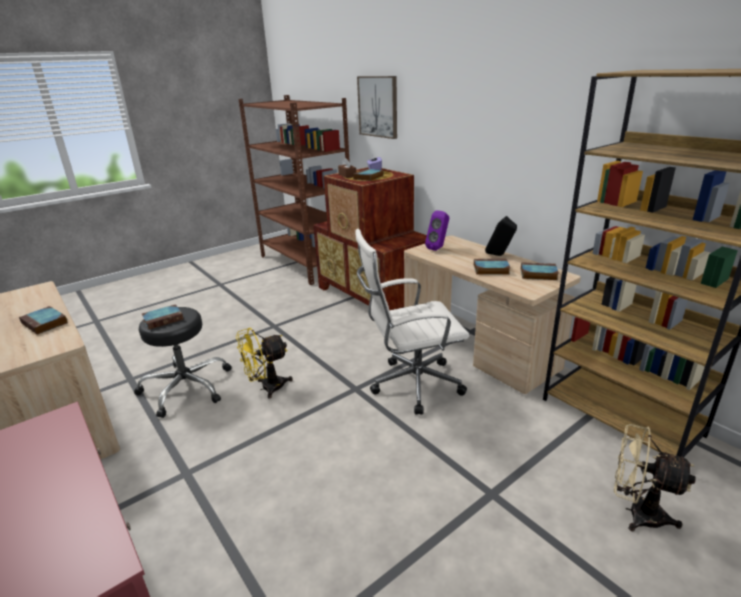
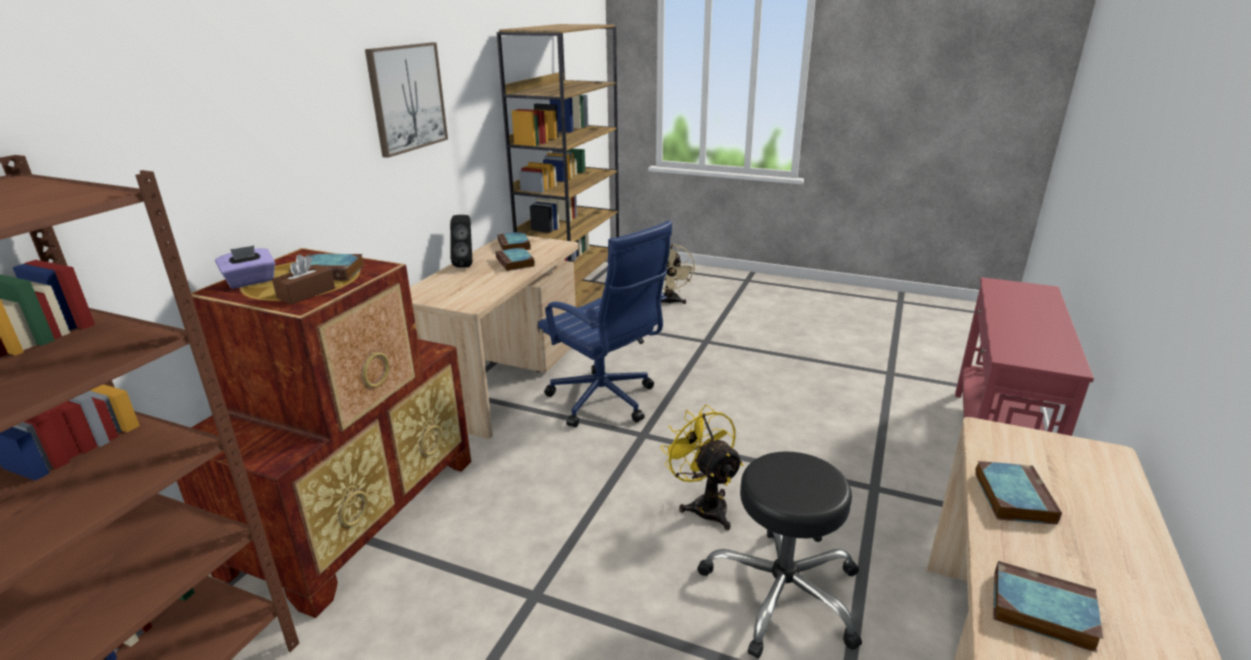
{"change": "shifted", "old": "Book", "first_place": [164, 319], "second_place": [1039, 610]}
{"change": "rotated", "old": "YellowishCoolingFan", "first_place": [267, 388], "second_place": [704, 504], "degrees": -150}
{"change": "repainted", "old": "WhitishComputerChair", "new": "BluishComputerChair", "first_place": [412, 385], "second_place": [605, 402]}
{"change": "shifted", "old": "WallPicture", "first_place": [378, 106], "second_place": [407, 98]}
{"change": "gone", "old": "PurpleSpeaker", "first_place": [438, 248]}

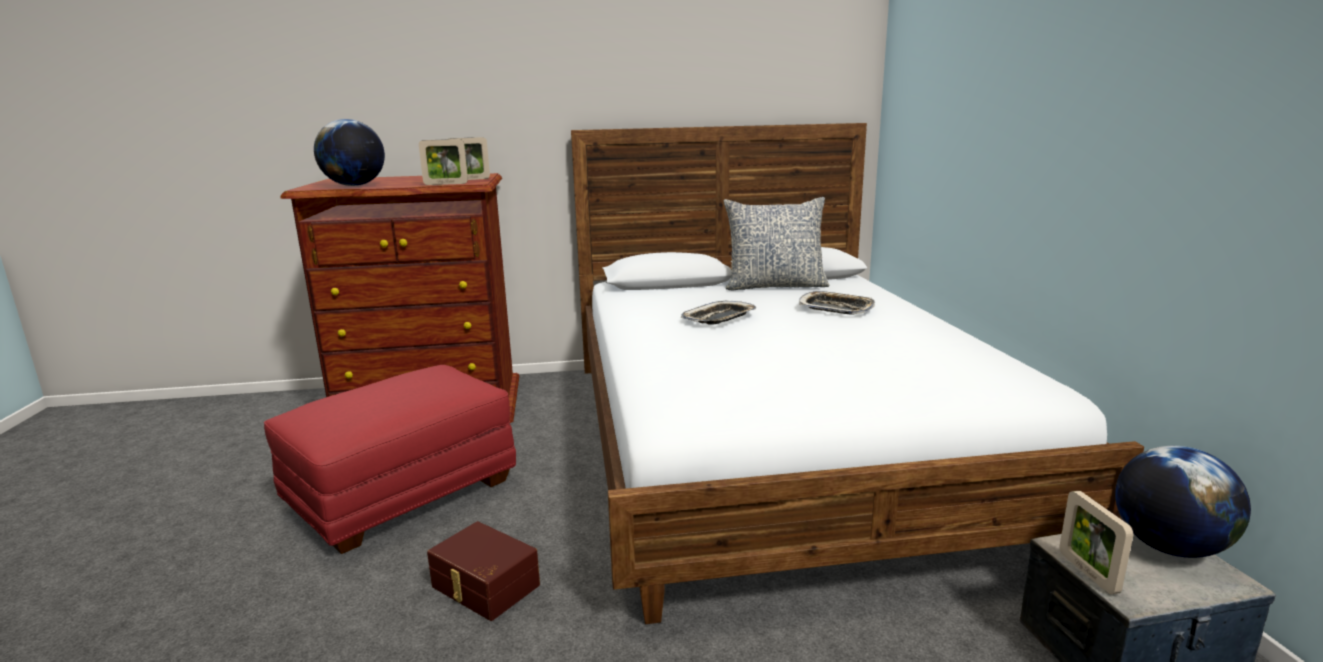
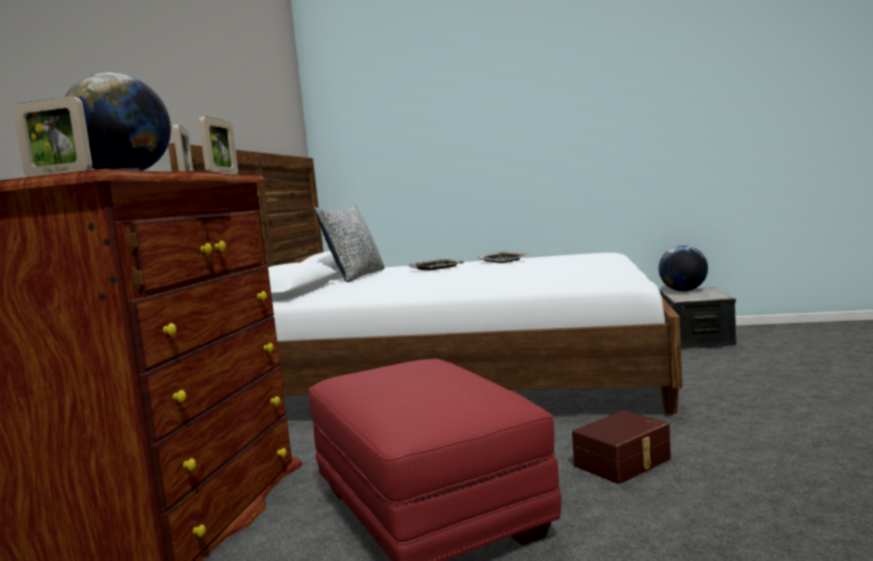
{"change": "shifted", "old": "CarryingTray", "first_place": [719, 318], "second_place": [502, 261]}
{"change": "shifted", "old": "PictureFrame", "first_place": [1088, 573], "second_place": [58, 174]}

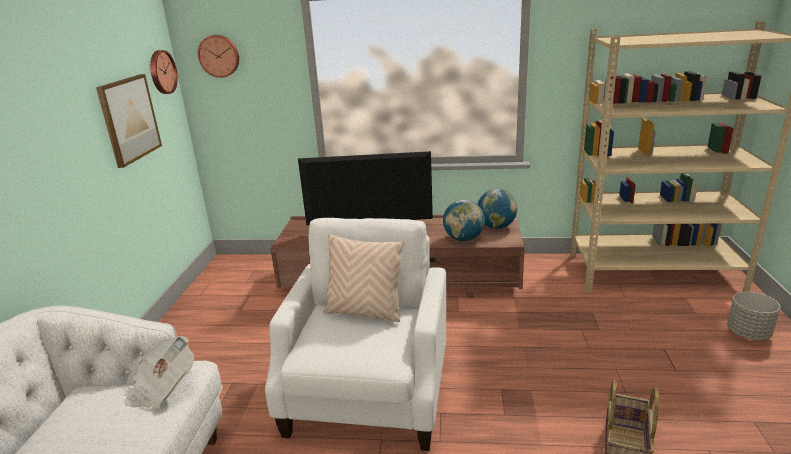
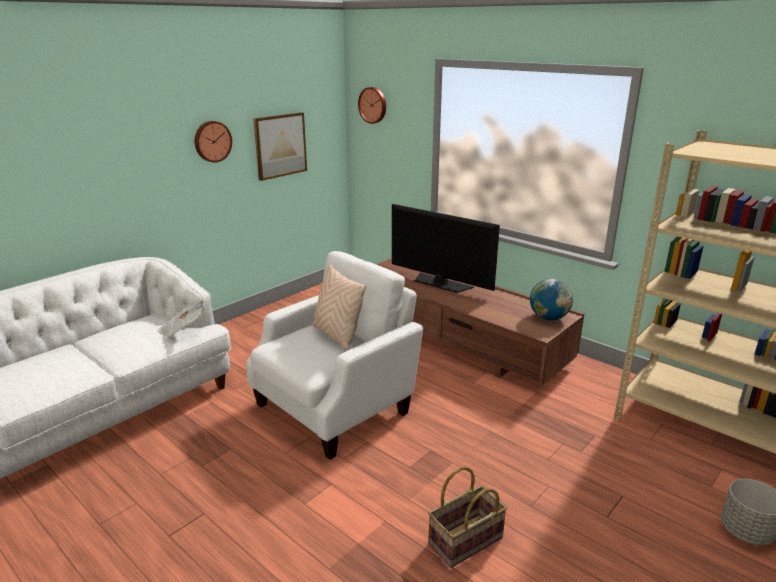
{"change": "shifted", "old": "WallClock", "first_place": [161, 72], "second_place": [212, 141]}
{"change": "gone", "old": "Globe", "first_place": [463, 239]}

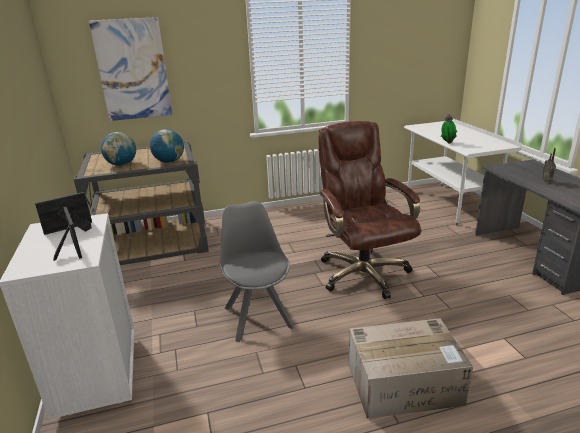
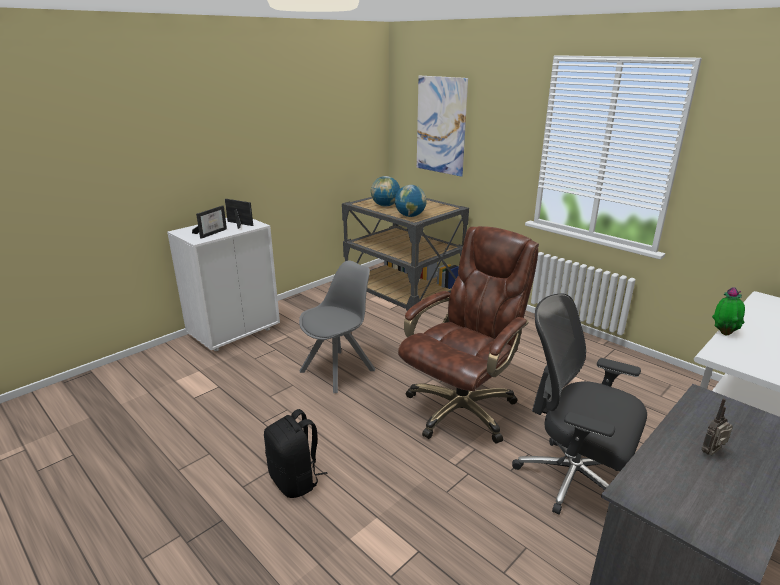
{"change": "swapped", "old": "PackingBox", "new": "BlackRucksack", "first_place": [405, 383], "second_place": [295, 480]}
{"change": "new", "new": "ComputerChair", "second_place": [573, 480]}

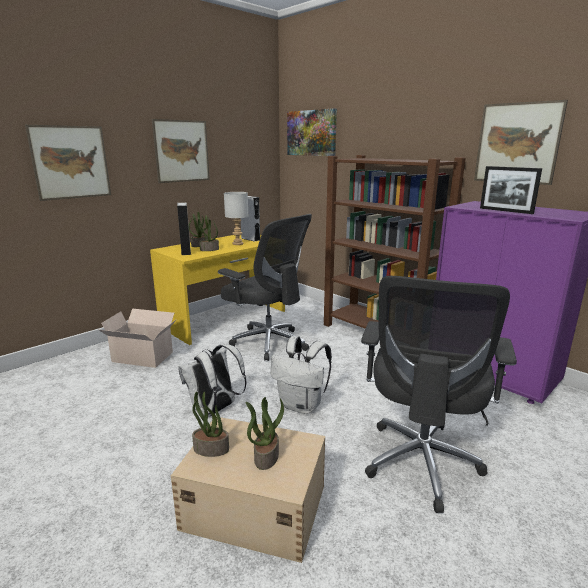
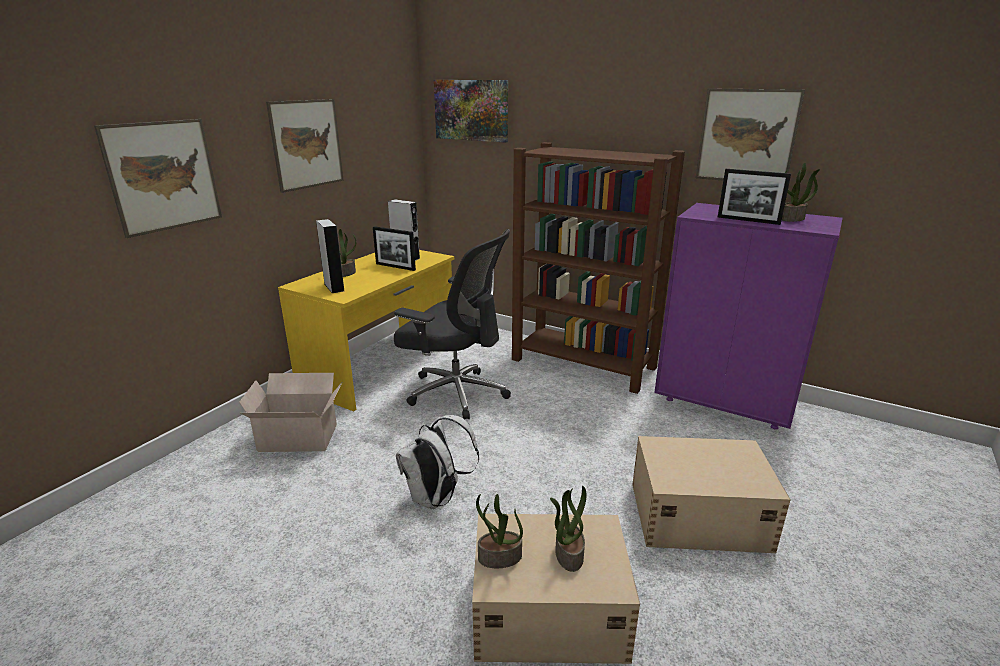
{"change": "shifted", "old": "Houseplant", "first_place": [209, 249], "second_place": [792, 219]}
{"change": "swapped", "old": "GrayTableLamp", "new": "PictureFrame", "first_place": [238, 244], "second_place": [395, 267]}
{"change": "gone", "old": "WhitishRucksack", "first_place": [302, 405]}
{"change": "swapped", "old": "ComputerChair", "new": "SandColouredStorageBin", "first_place": [420, 459], "second_place": [696, 515]}

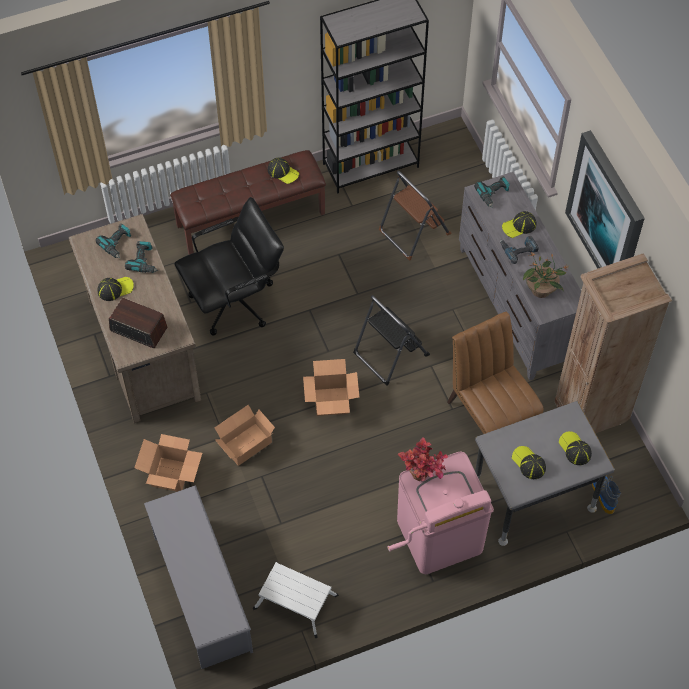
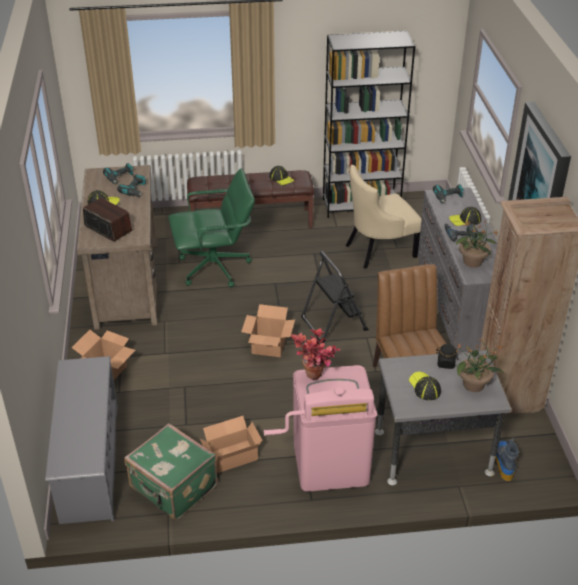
{"change": "repainted", "old": "BlackComputerChair", "new": "GreenComputerChair", "first_place": [234, 301], "second_place": [215, 268]}
{"change": "shifted", "old": "PackingBox", "first_place": [244, 443], "second_place": [230, 455]}
{"change": "swapped", "old": "WhitishStepLadder", "new": "GreenPieceOfLuggage", "first_place": [296, 602], "second_place": [173, 488]}
{"change": "swapped", "old": "BrownStepLadder", "new": "SandColouredPlainChair", "first_place": [412, 232], "second_place": [380, 250]}
{"change": "swapped", "old": "BaseballCap", "new": "Houseplant", "first_place": [575, 449], "second_place": [474, 385]}
{"change": "new", "new": "BlackJar", "second_place": [445, 363]}

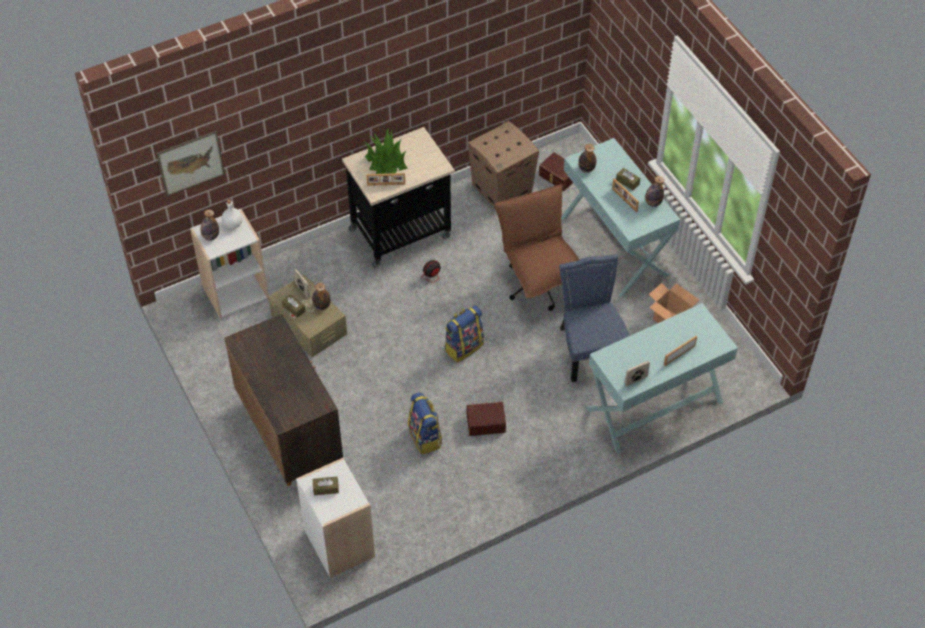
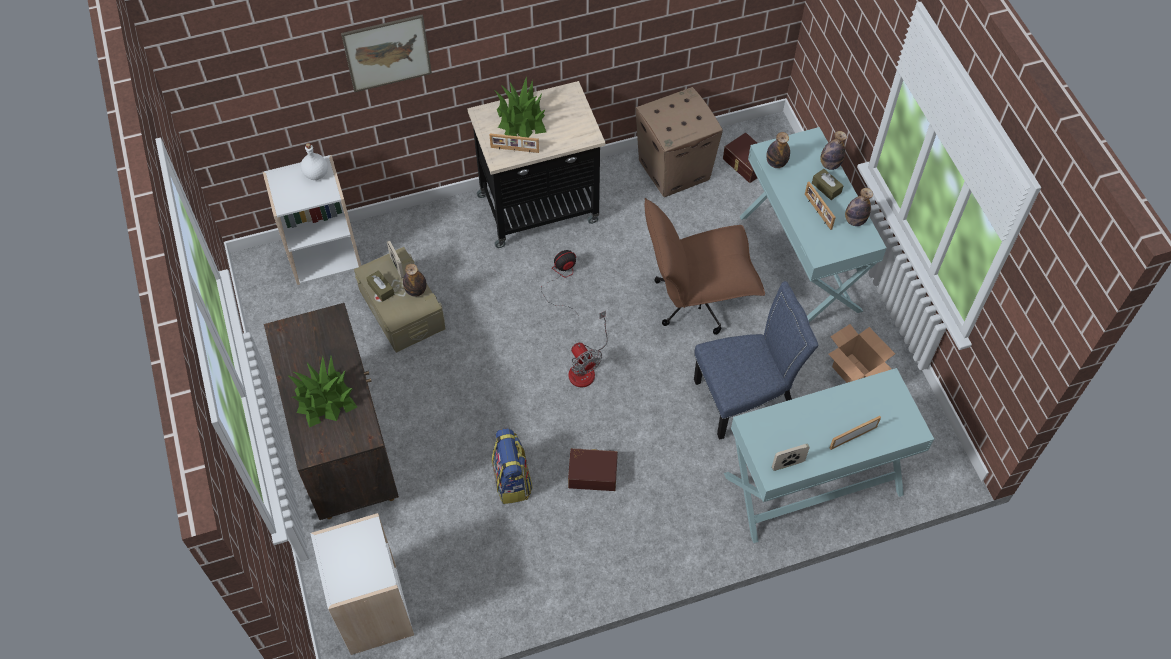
{"change": "shifted", "old": "WallPicture", "first_place": [190, 163], "second_place": [387, 53]}
{"change": "shifted", "old": "DrinkBottle", "first_place": [210, 236], "second_place": [830, 165]}
{"change": "gone", "old": "BrownTissueHolder", "first_place": [326, 488]}
{"change": "swapped", "old": "Rucksack", "new": "CoolingFan", "first_place": [463, 346], "second_place": [585, 367]}
{"change": "rotated", "old": "BrownComputerChair", "first_place": [540, 284], "second_place": [697, 299], "degrees": -90}
{"change": "rotated", "old": "BluishPlainChair", "first_place": [590, 351], "second_place": [743, 398], "degrees": 75}
{"change": "new", "new": "Houseplant", "second_place": [324, 399]}

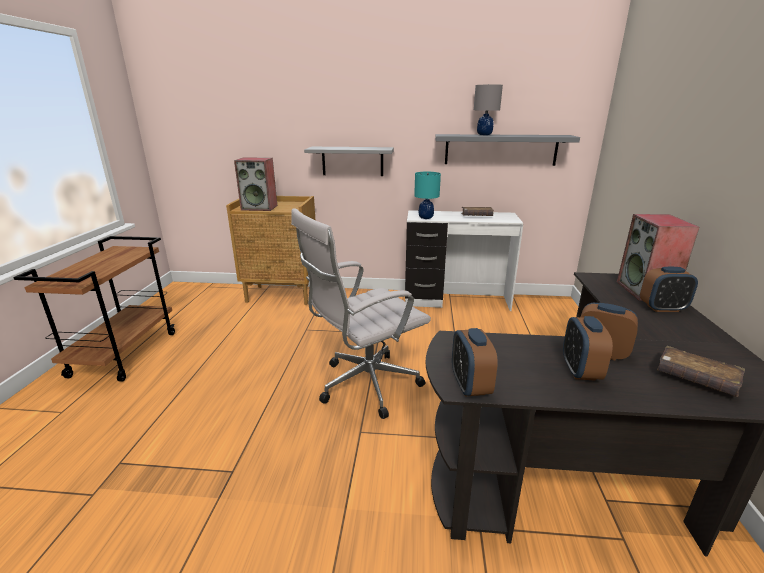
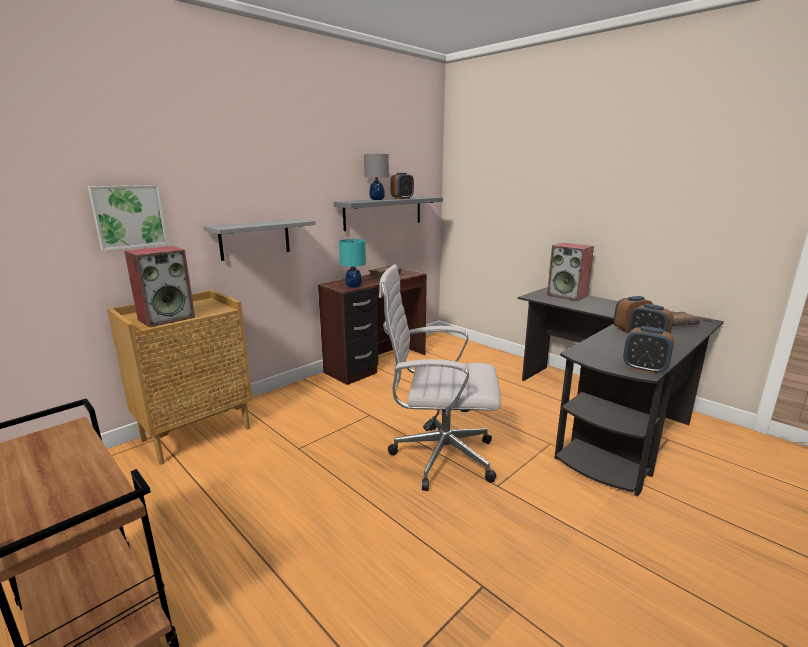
{"change": "rotated", "old": "WhitishComputerChair", "first_place": [364, 386], "second_place": [438, 457], "degrees": 90}
{"change": "repainted", "old": "WhitishDeskUnit", "new": "BrownDeskUnit", "first_place": [456, 301], "second_place": [377, 364]}
{"change": "shifted", "old": "BedsideClock", "first_place": [662, 308], "second_place": [402, 198]}
{"change": "new", "new": "WallPicture", "second_place": [129, 216]}

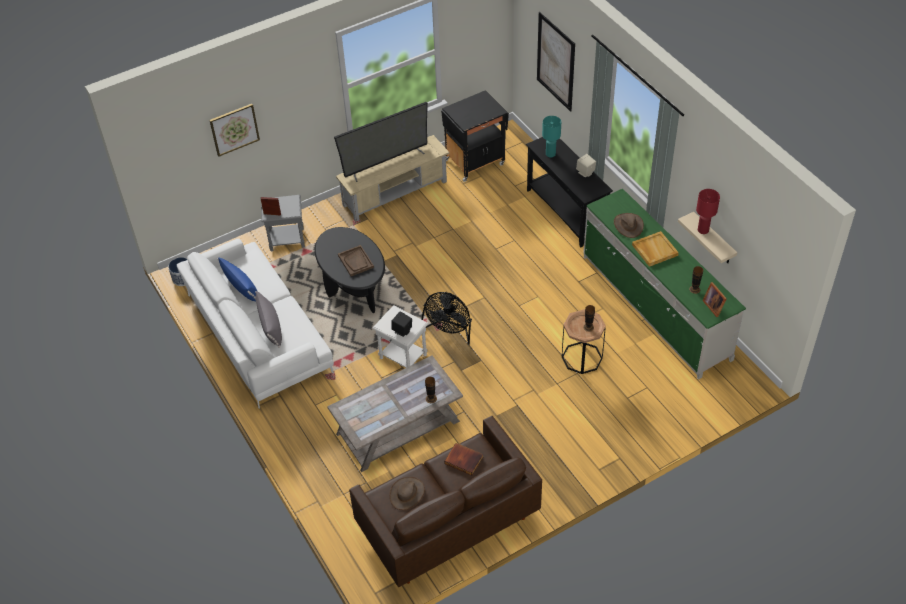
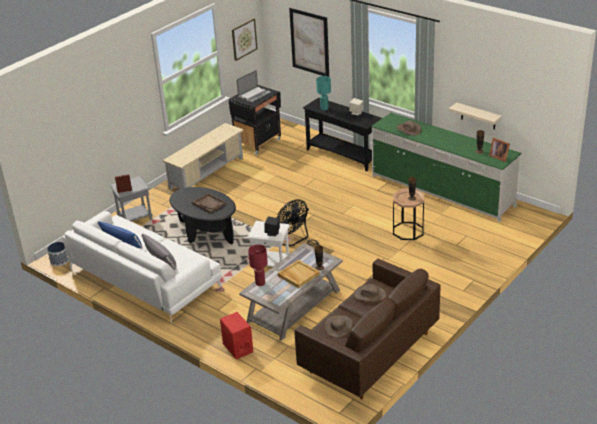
{"change": "shifted", "old": "WallPicture", "first_place": [234, 129], "second_place": [244, 39]}
{"change": "gone", "old": "Television", "first_place": [386, 162]}
{"change": "rotated", "old": "BlackCoolingFan", "first_place": [448, 328], "second_place": [297, 239], "degrees": 135}
{"change": "swapped", "old": "Book", "new": "BrownClothingHat", "first_place": [464, 460], "second_place": [369, 295]}
{"change": "shifted", "old": "SandColouredCarryingTray", "first_place": [654, 250], "second_place": [298, 275]}
{"change": "shifted", "old": "RedTableLamp", "first_place": [702, 230], "second_place": [260, 283]}
{"change": "new", "new": "RedSpeaker", "second_place": [238, 348]}
{"change": "new", "new": "PortableComputer", "second_place": [254, 94]}

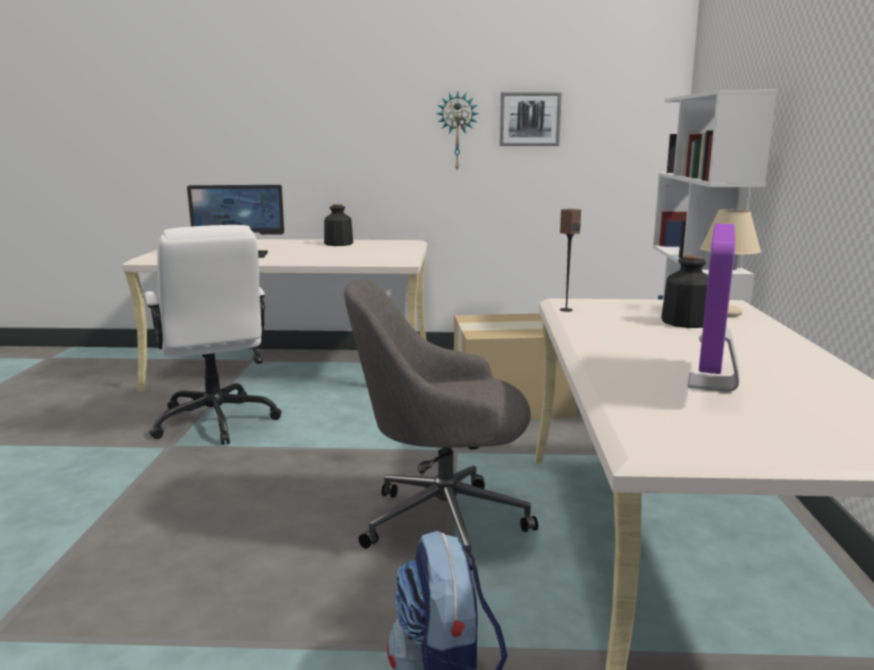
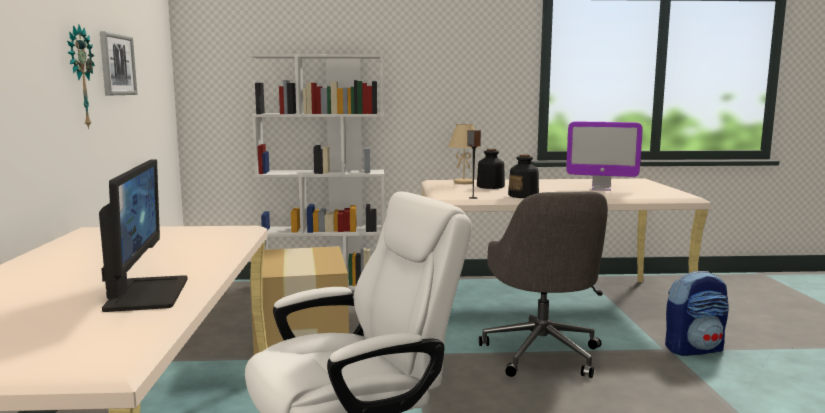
{"change": "shifted", "old": "DrinkBottle", "first_place": [338, 244], "second_place": [523, 196]}

